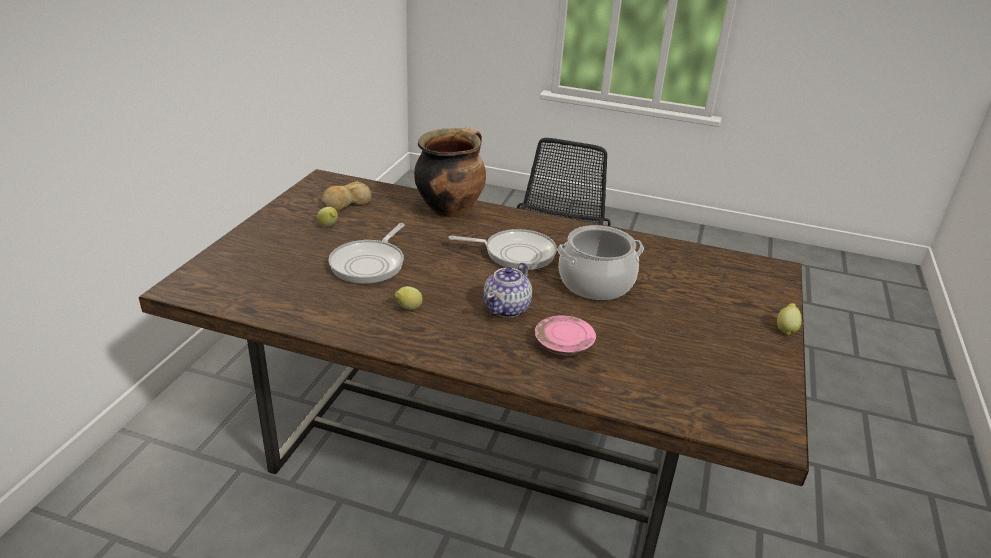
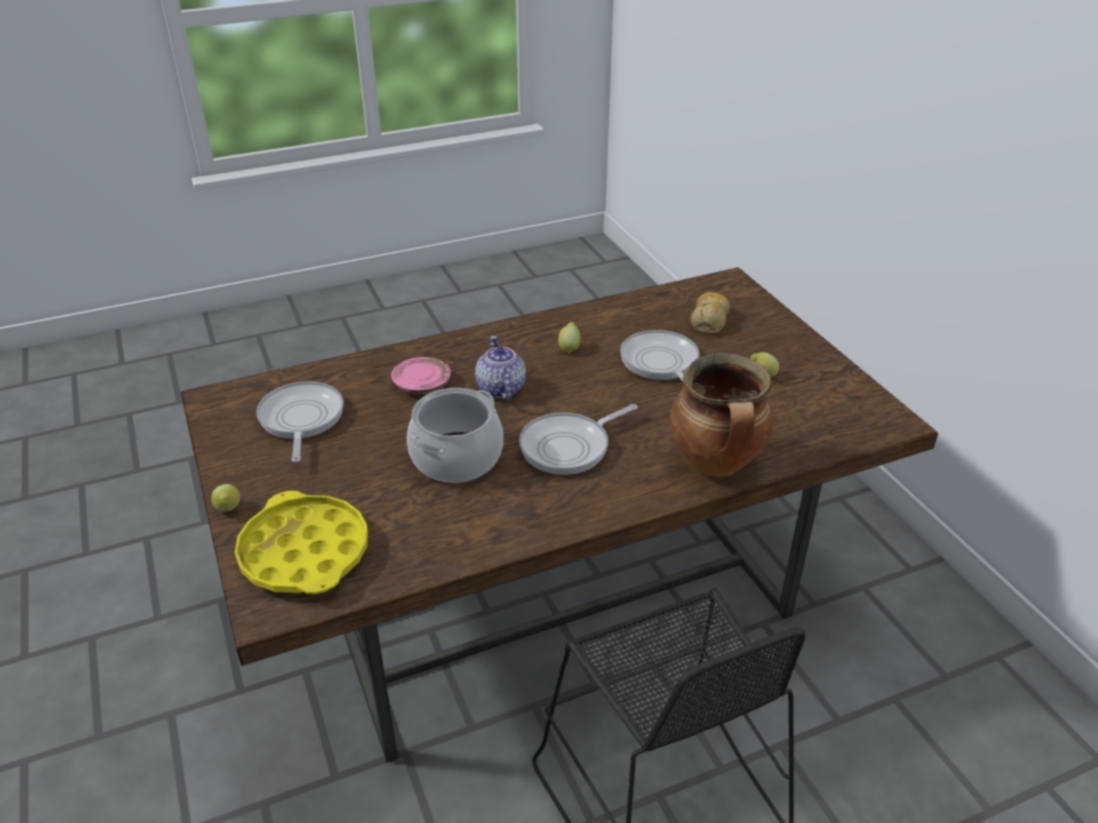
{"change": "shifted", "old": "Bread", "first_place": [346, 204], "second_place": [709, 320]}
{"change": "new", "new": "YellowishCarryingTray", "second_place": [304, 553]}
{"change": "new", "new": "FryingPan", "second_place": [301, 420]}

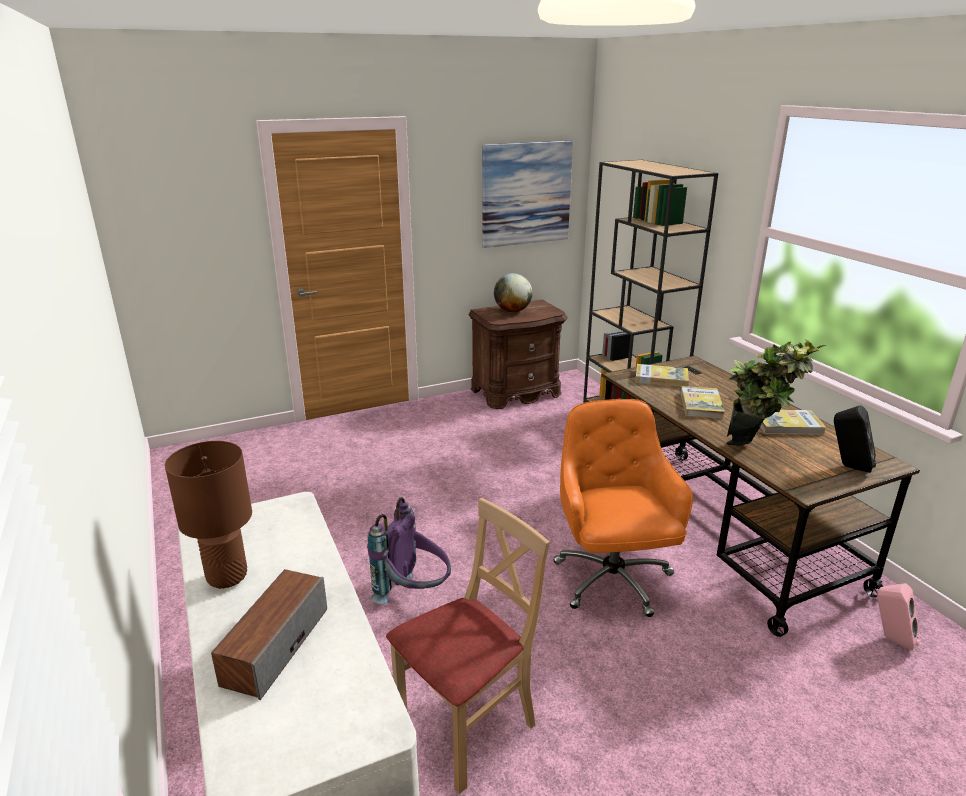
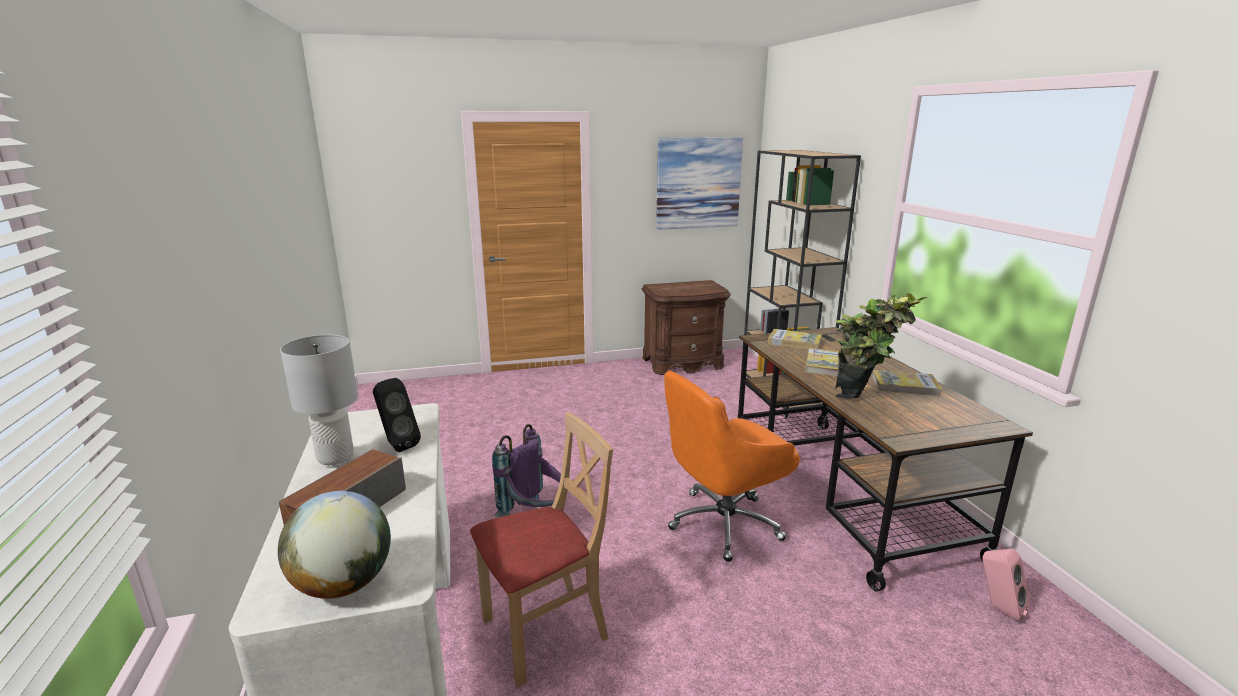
{"change": "repainted", "old": "BrownTableLamp", "new": "GrayTableLamp", "first_place": [228, 579], "second_place": [336, 459]}
{"change": "shifted", "old": "Globe", "first_place": [512, 311], "second_place": [344, 584]}
{"change": "rotated", "old": "OrangeyComputerChair", "first_place": [613, 579], "second_place": [723, 523], "degrees": -120}
{"change": "shifted", "old": "BlackSpeaker", "first_place": [848, 467], "second_place": [397, 445]}

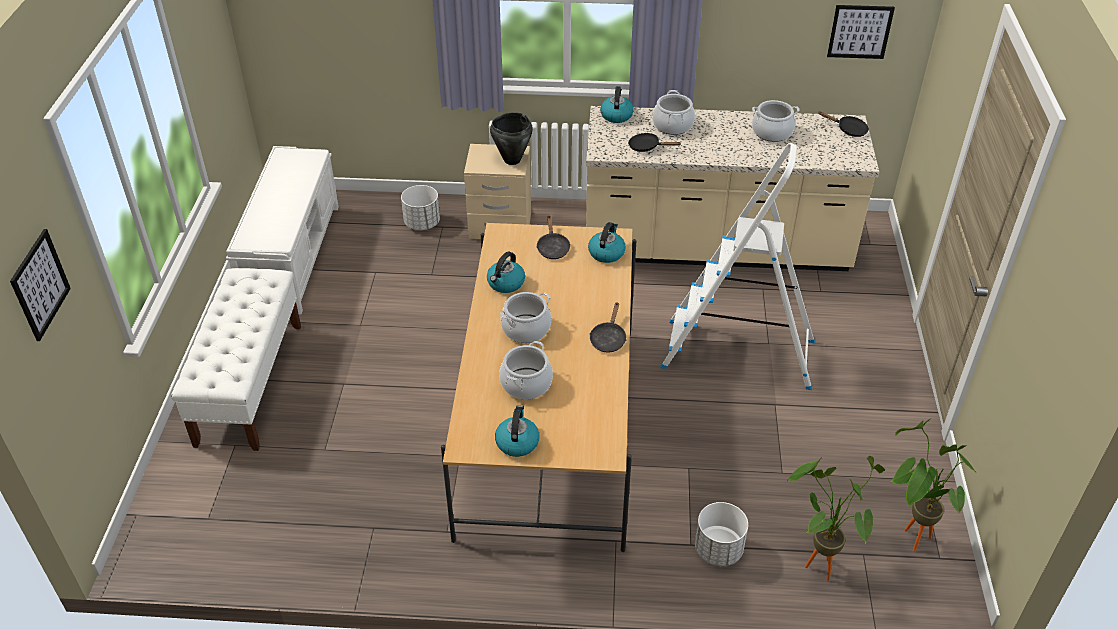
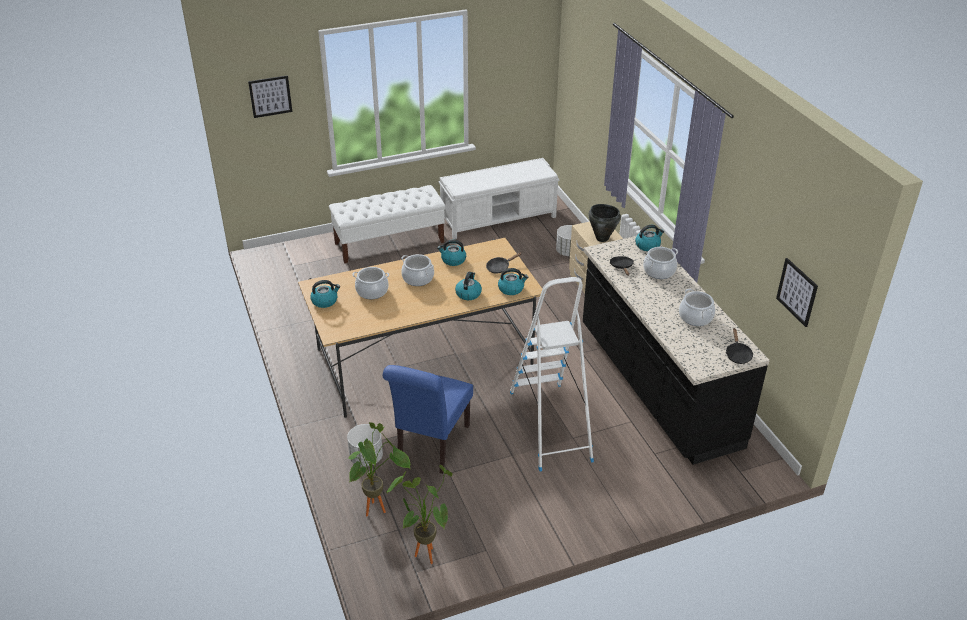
{"change": "repainted", "old": "SandColouredCounter", "new": "BlackCounter", "first_place": [715, 248], "second_place": [657, 386]}
{"change": "gone", "old": "BlackFryingPan", "first_place": [608, 339]}
{"change": "new", "new": "BluishPlainChair", "second_place": [431, 447]}
{"change": "new", "new": "Kettle", "second_place": [468, 293]}

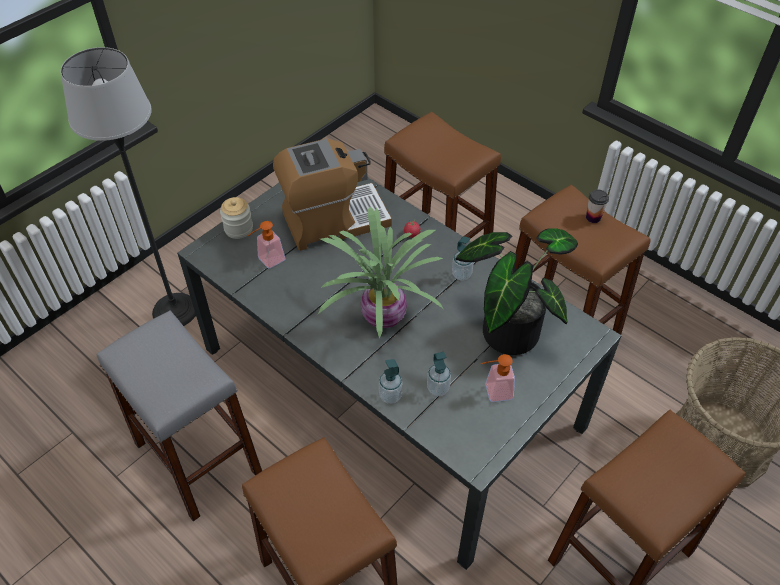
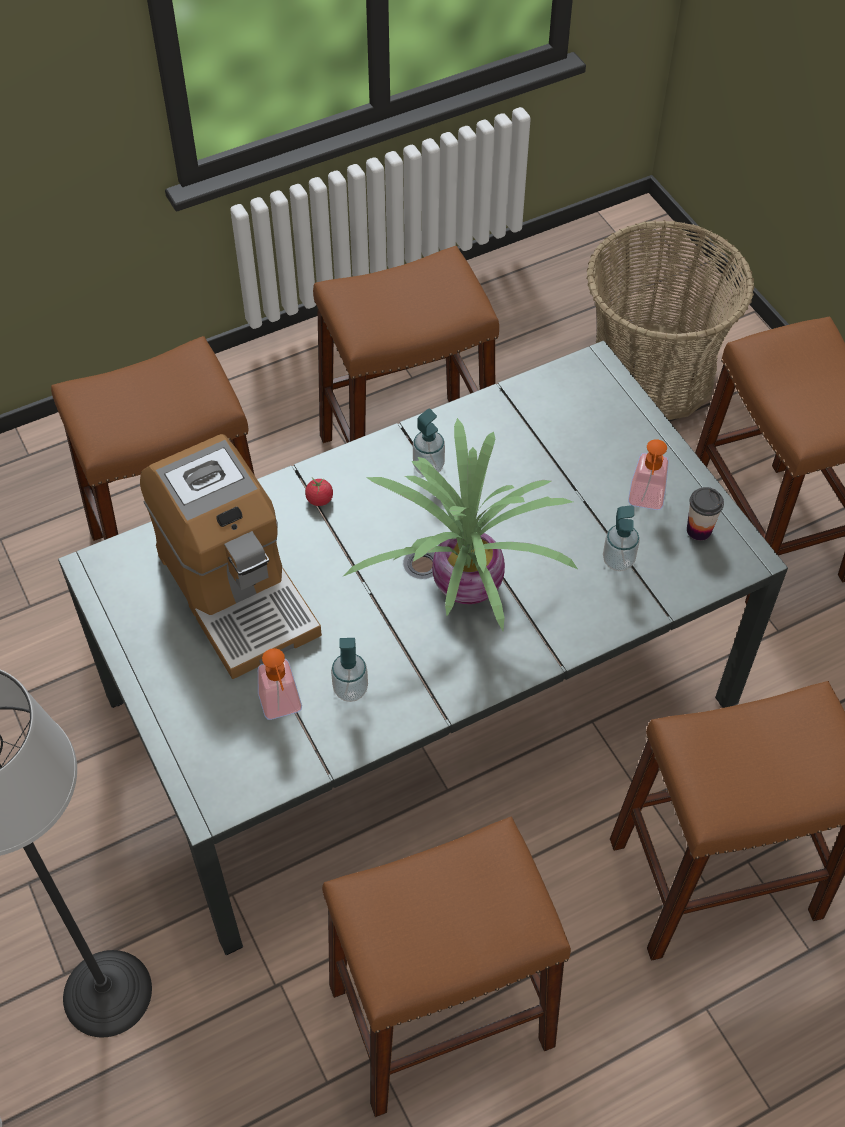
{"change": "repainted", "old": "GraySittingStool", "new": "BrownSittingStool", "first_place": [198, 457], "second_place": [440, 1016]}
{"change": "gone", "old": "Jar", "first_place": [238, 229]}
{"change": "rotated", "old": "CoffeeMachine", "first_place": [334, 220], "second_place": [236, 591], "degrees": 150}
{"change": "shifted", "old": "SoapBottle", "first_place": [390, 396], "second_place": [350, 689]}
{"change": "gone", "old": "Houseplant", "first_place": [508, 327]}
{"change": "shifted", "old": "SmallCup", "first_place": [593, 217], "second_place": [699, 530]}

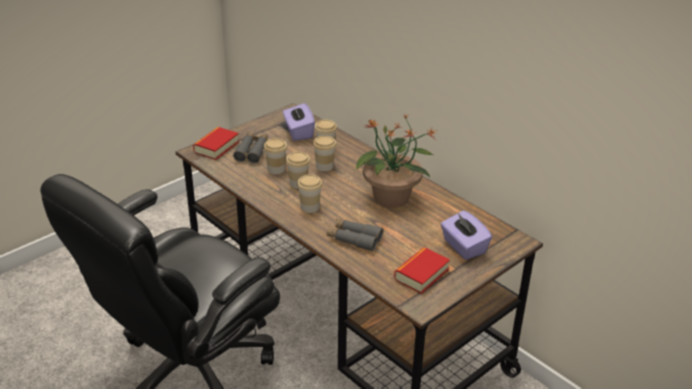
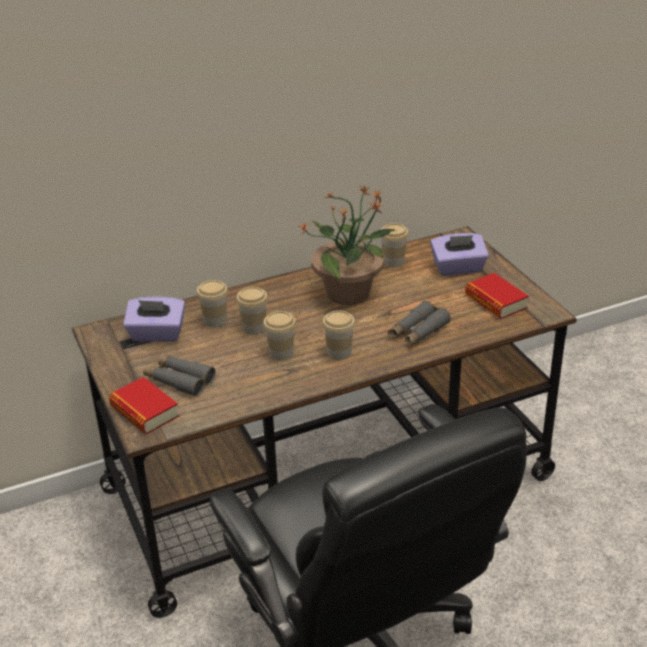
{"change": "shifted", "old": "SmallCup", "first_place": [276, 169], "second_place": [393, 261]}

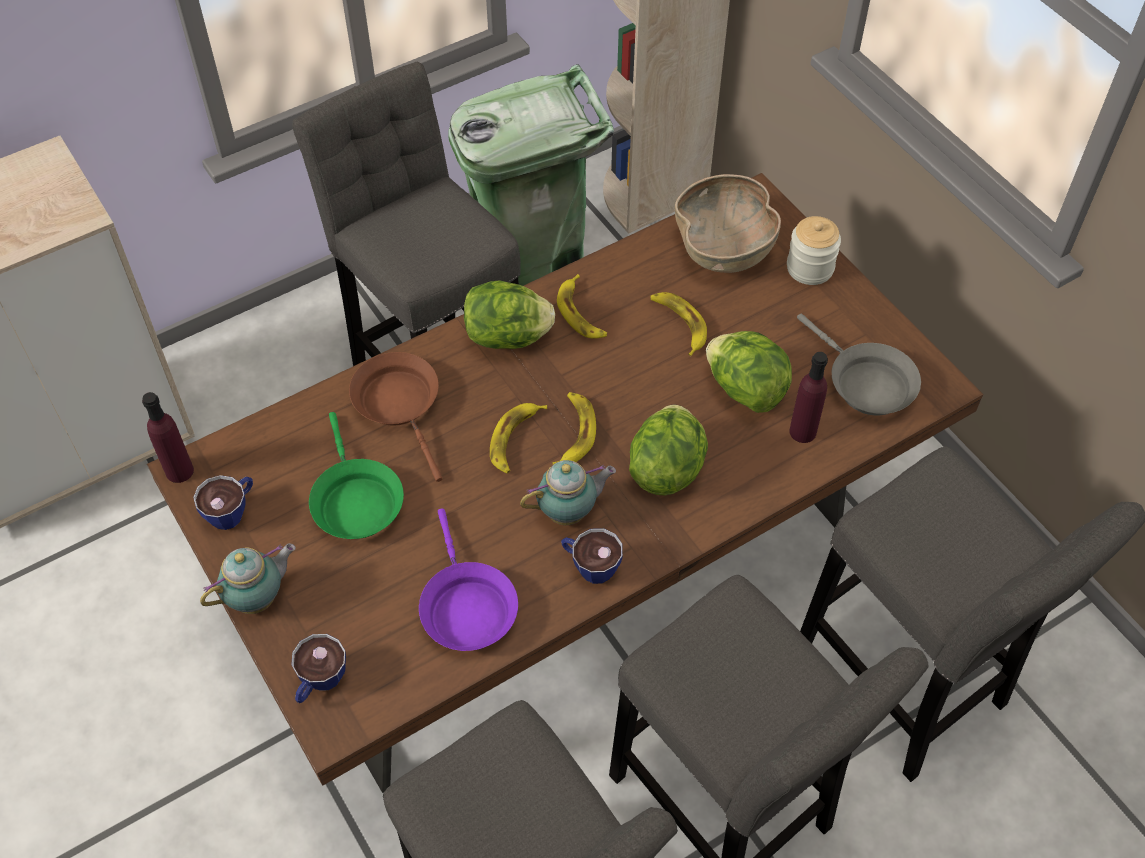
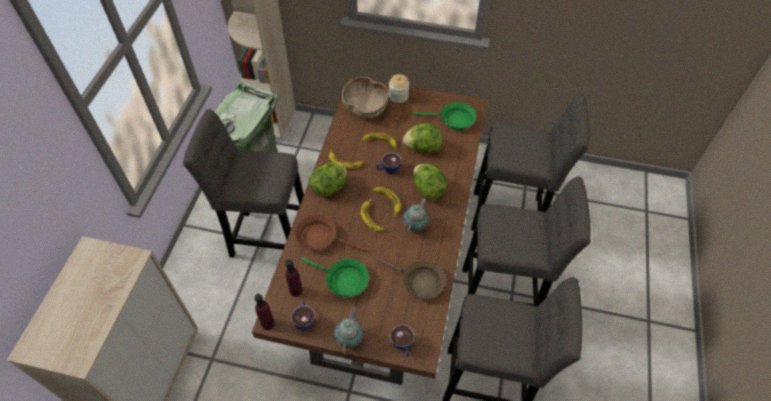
{"change": "repainted", "old": "PurpleFryingPan", "new": "BrownFryingPan", "first_place": [466, 607], "second_place": [419, 281]}
{"change": "shifted", "old": "SmallCup", "first_place": [589, 566], "second_place": [388, 169]}
{"change": "shifted", "old": "PurpleDrinkBottle", "first_place": [802, 431], "second_place": [296, 290]}
{"change": "repainted", "old": "GrayFryingPan", "new": "GreenFryingPan", "first_place": [865, 383], "second_place": [453, 120]}

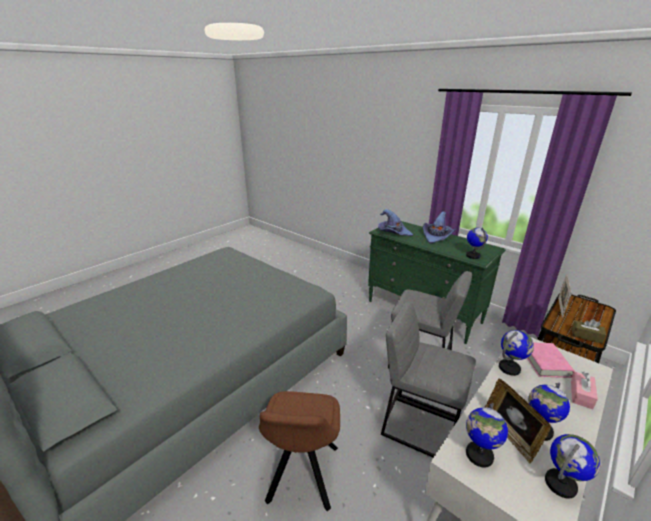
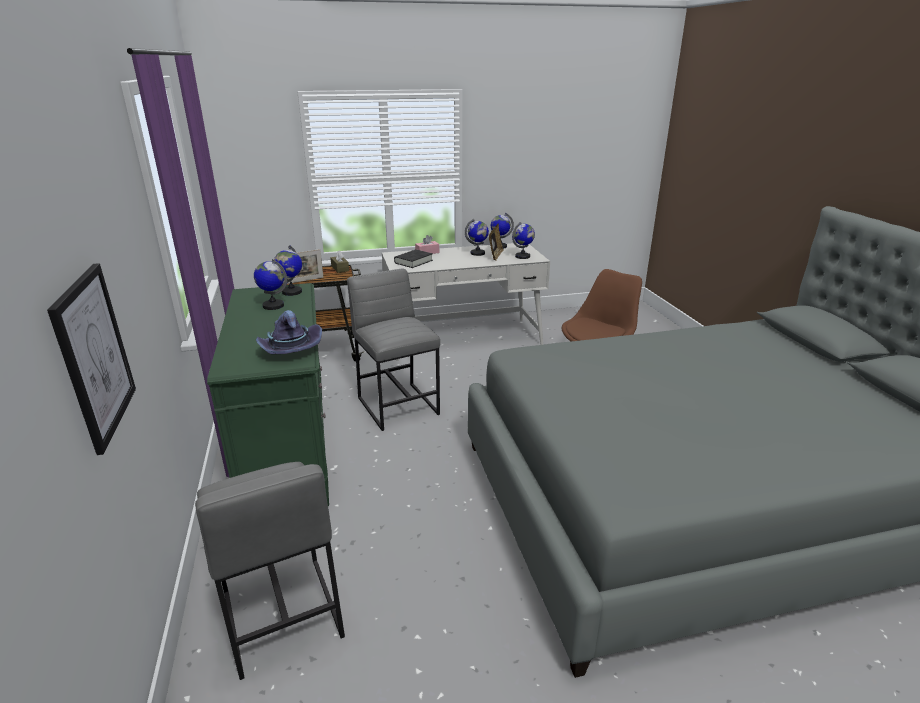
{"change": "shifted", "old": "GrayPlainChair", "first_place": [419, 425], "second_place": [282, 616]}
{"change": "gone", "old": "PurpleClothingHat", "first_place": [437, 236]}
{"change": "shifted", "old": "Globe", "first_place": [509, 368], "second_place": [273, 306]}
{"change": "repainted", "old": "PinkColouredBook", "new": "BlackBook", "first_place": [545, 363], "second_place": [413, 262]}
{"change": "new", "new": "WallPicture", "second_place": [94, 356]}

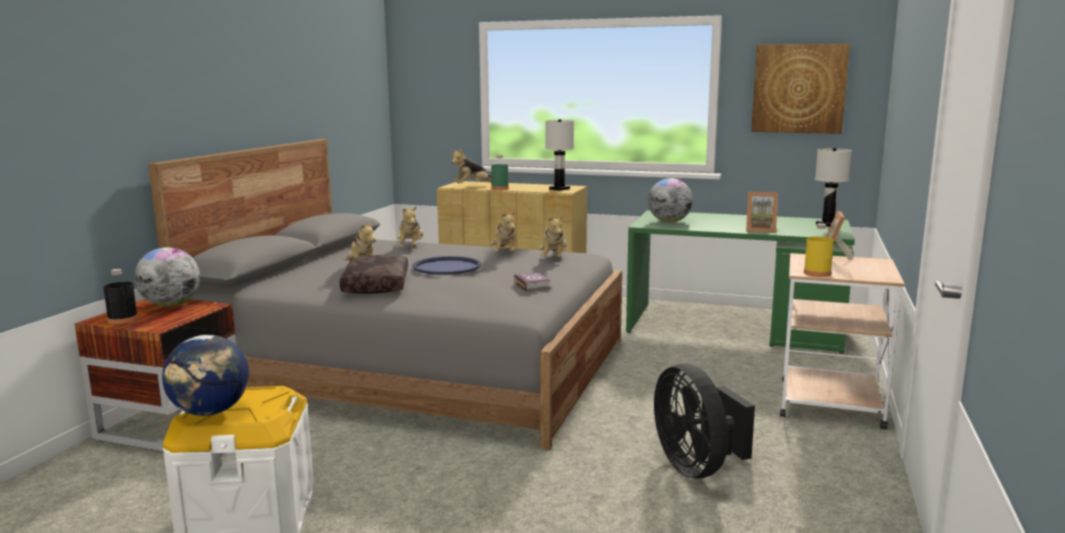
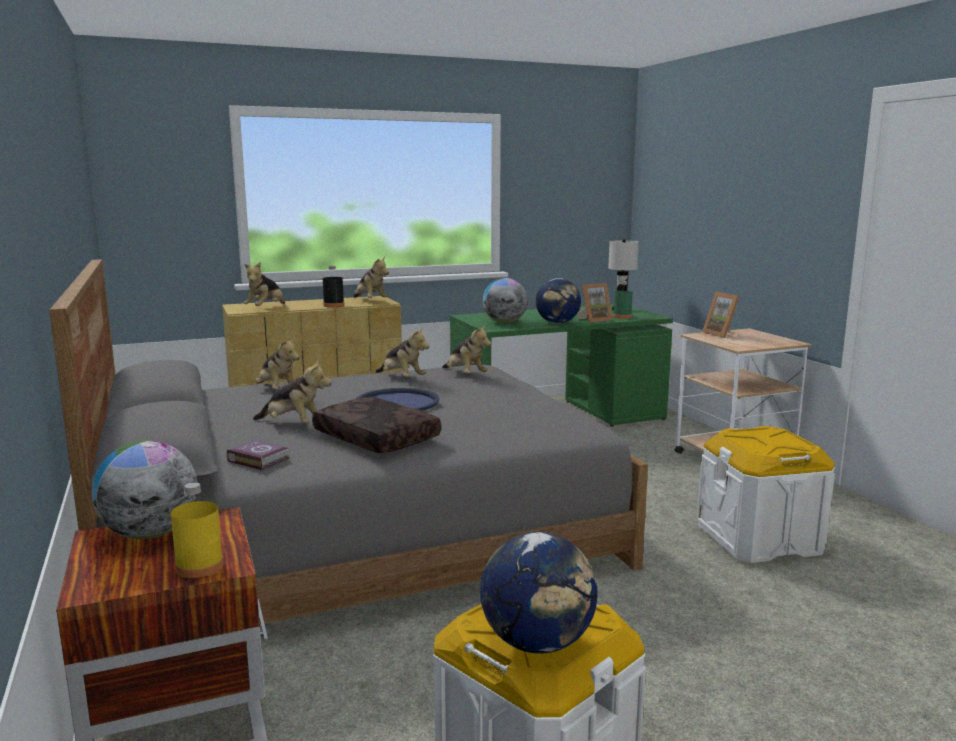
{"change": "shifted", "old": "BlackDrinkBottle", "first_place": [123, 320], "second_place": [333, 305]}
{"change": "shifted", "old": "GreenDrinkBottle", "first_place": [500, 188], "second_place": [622, 317]}
{"change": "shifted", "old": "Book", "first_place": [533, 285], "second_place": [258, 459]}
{"change": "swapped", "old": "WhitishTableLamp", "new": "SoftToy", "first_place": [559, 189], "second_place": [370, 301]}
{"change": "swapped", "old": "BlackCoolingFan", "new": "WhitishStorageBin", "first_place": [697, 467], "second_place": [759, 539]}
{"change": "gone", "old": "WallPicture", "first_place": [799, 88]}
{"change": "shifted", "old": "YellowishDrinkBottle", "first_place": [817, 273], "second_place": [199, 566]}
{"change": "new", "new": "Globe", "second_place": [557, 323]}

